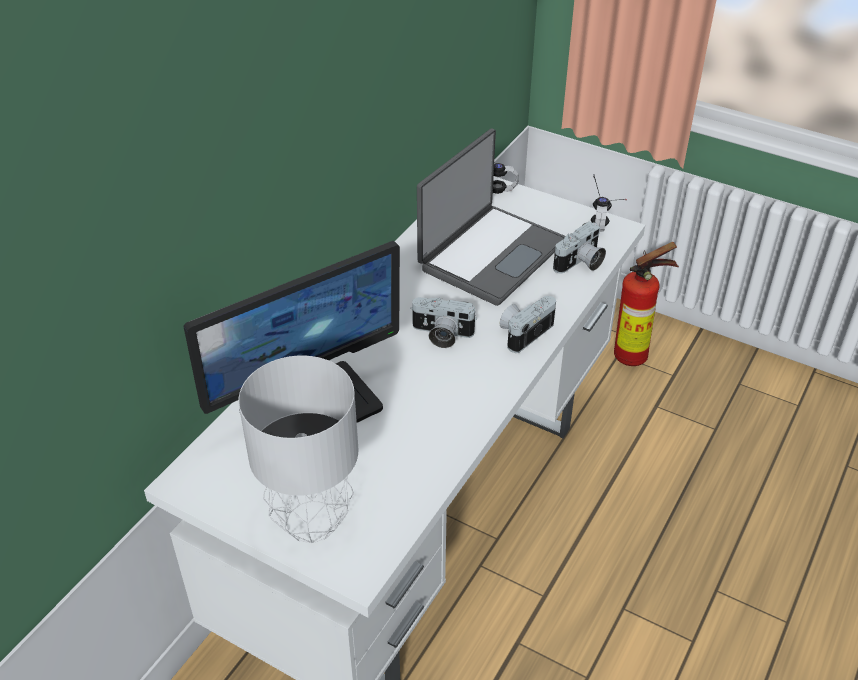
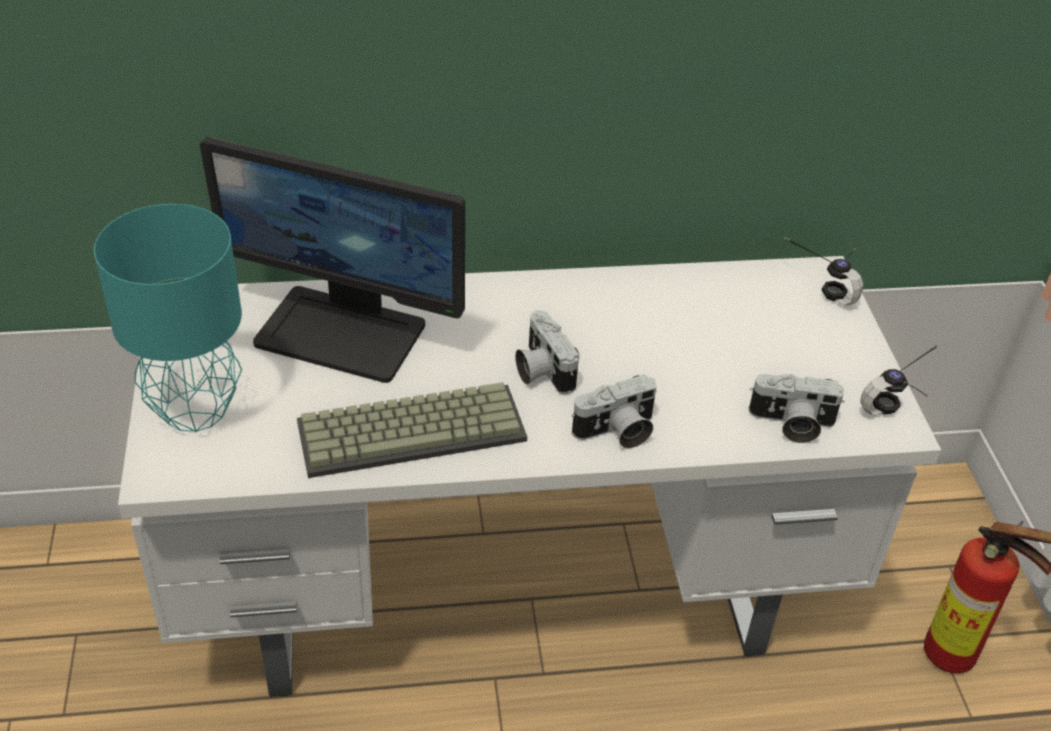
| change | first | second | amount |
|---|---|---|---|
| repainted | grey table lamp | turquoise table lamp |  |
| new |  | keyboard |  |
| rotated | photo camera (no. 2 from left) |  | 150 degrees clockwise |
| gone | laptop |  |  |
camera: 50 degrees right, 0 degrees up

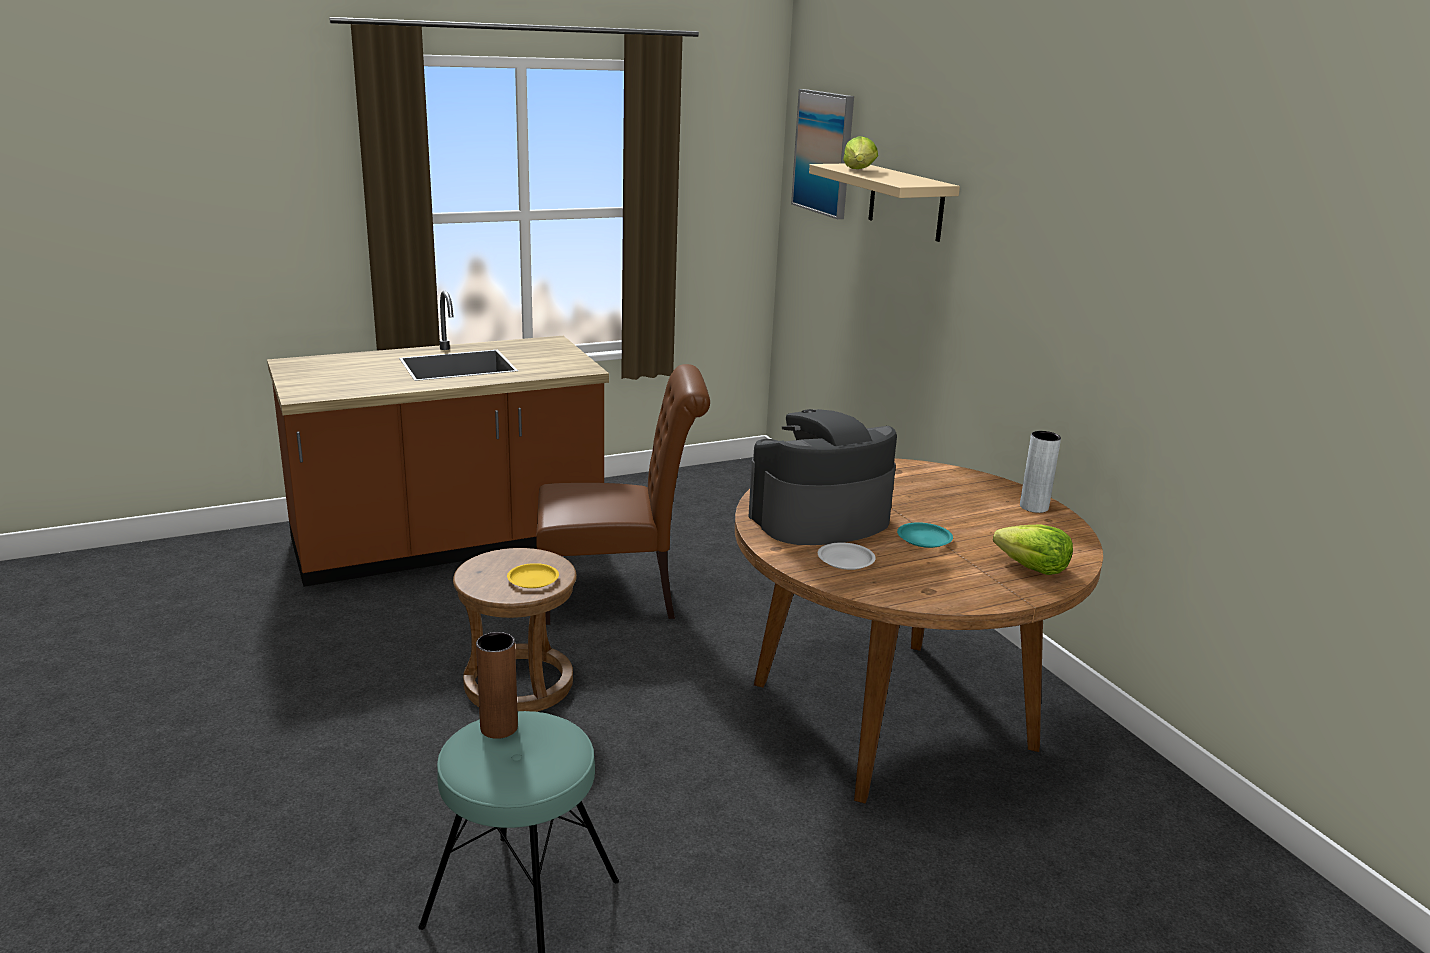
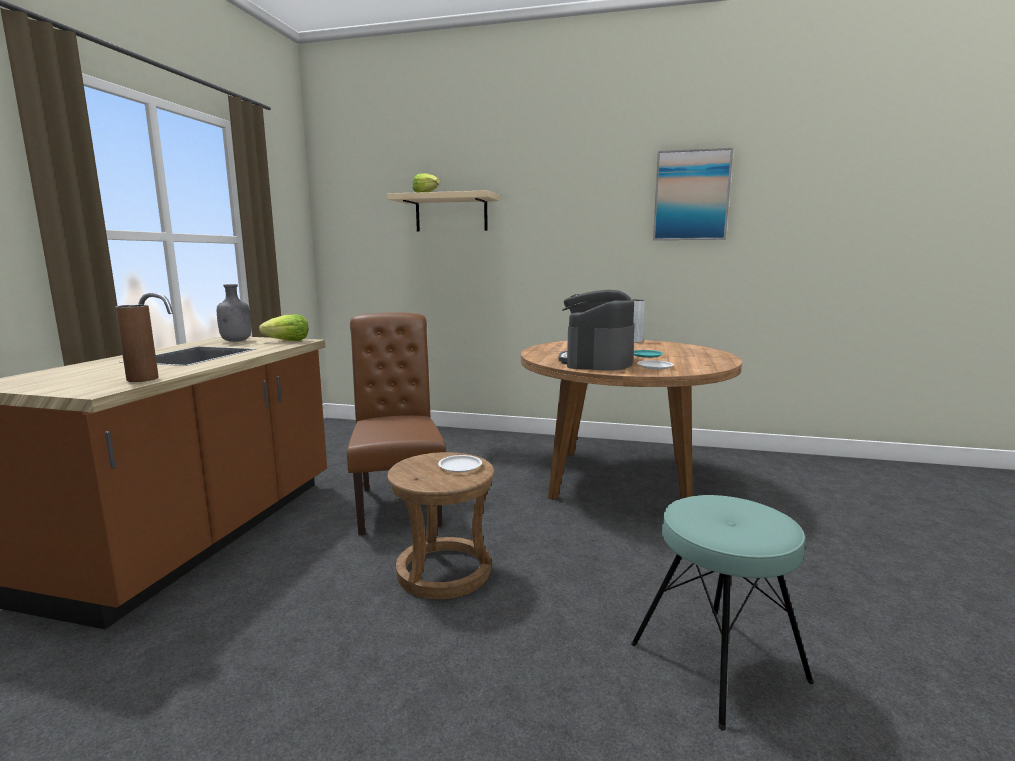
| change | first | second | amount |
|---|---|---|---|
| shifted | brown vase |  |  |
| new |  | grey bottle |  |
| shifted | lettuce (no. 2 from left in the first image) | lettuce (no. 1 from left) |  |
| rotated | brown chair |  | 45 degrees counterclockwise |
| repainted | yellow plate | white plate (no. 1 from left) |  |
| shifted | picture |  |  |
camera: 50 degrees left, 10 degrees down

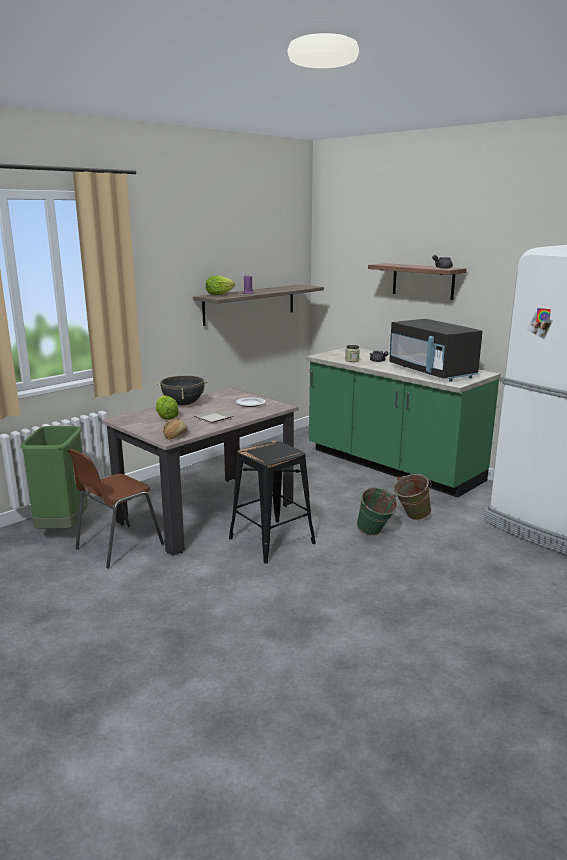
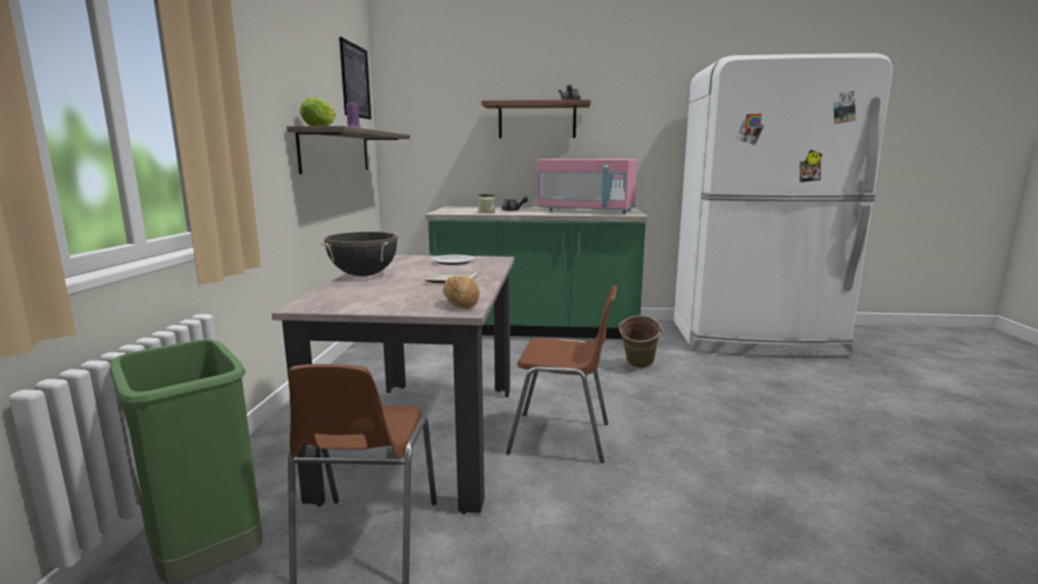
| change | first | second | amount |
|---|---|---|---|
| new |  | picture |  |
| swapped | black stool | brown chair (no. 2 from left) |  |
| repainted | black microwave | pink microwave |  |
| gone | lettuce (no. 1 from left) |  |  |
| gone | green bucket (no. 1 from left) |  |  |
camera: 40 degrees left, 5 degrees down

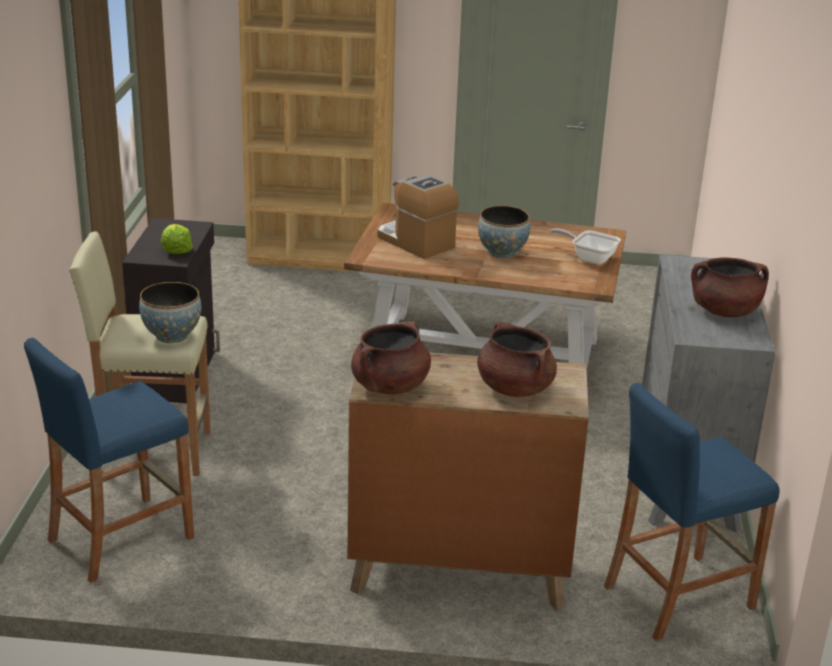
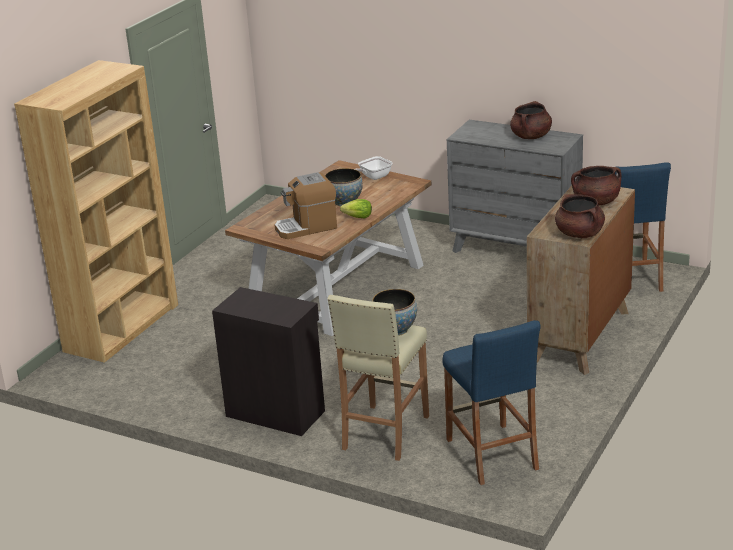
| change | first | second | amount |
|---|---|---|---|
| shifted | lettuce |  |  |
camera: 65 degrees left, 0 degrees up

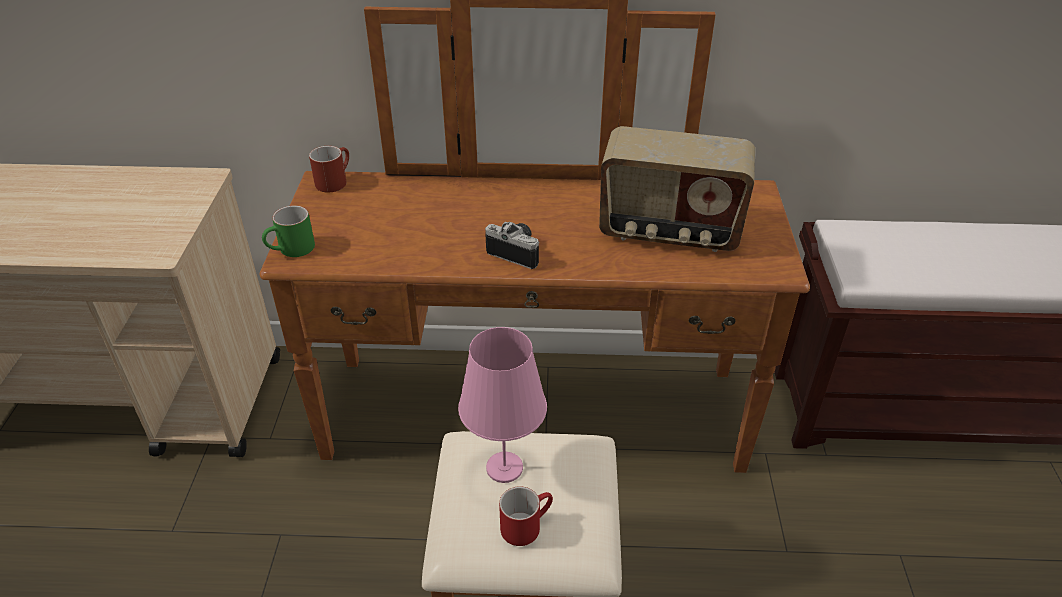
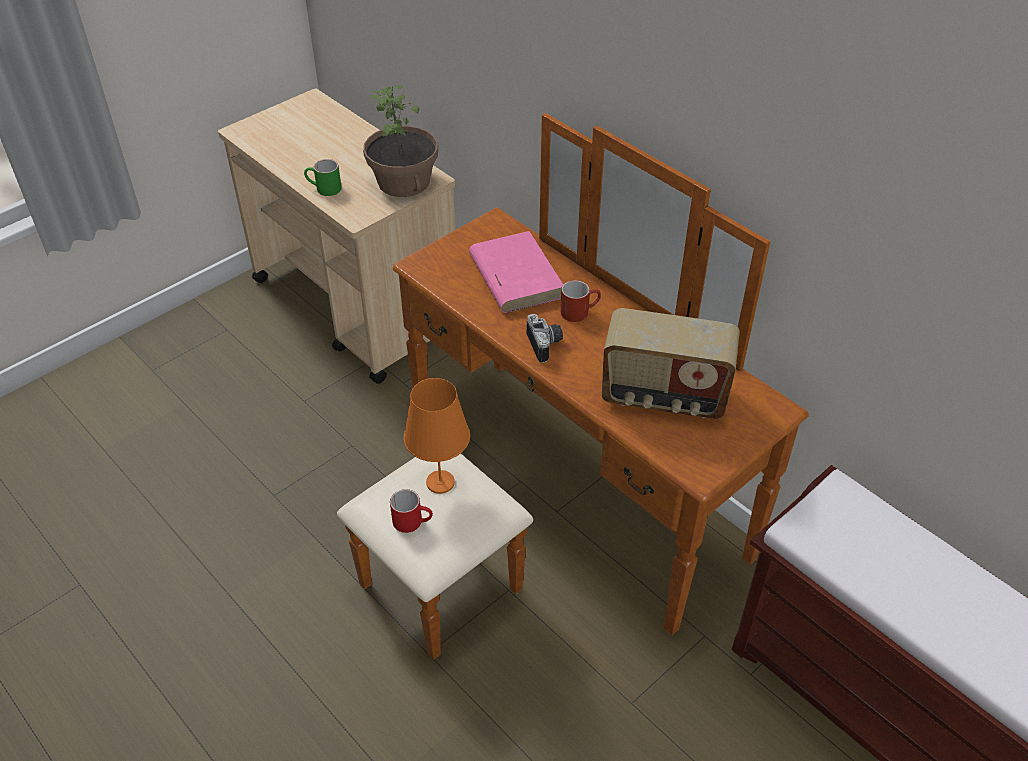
| change | first | second | amount |
|---|---|---|---|
| shifted | green mug |  |  |
| new |  | potted plant |  |
| repainted | pink table lamp | orange table lamp |  |
| new |  | pink book |  |
| shifted | red mug (no. 1 from left in the first image) | red mug (no. 2 from left) |  |
| rotated | radio |  | 45 degrees counterclockwise |
camera: 45 degrees right, 5 degrees up

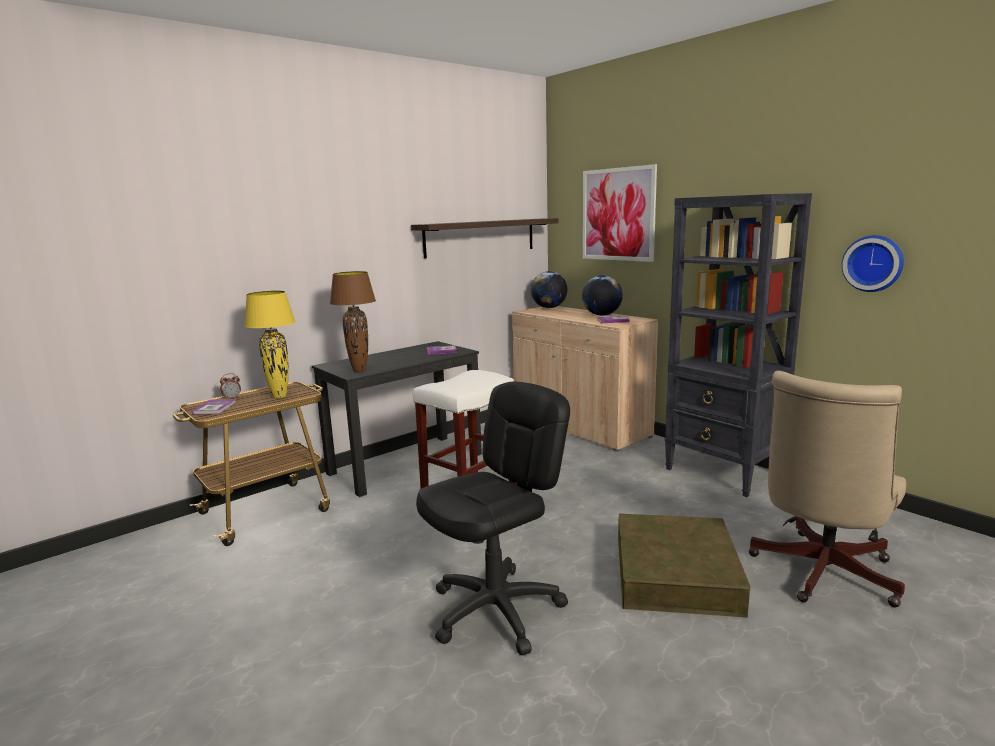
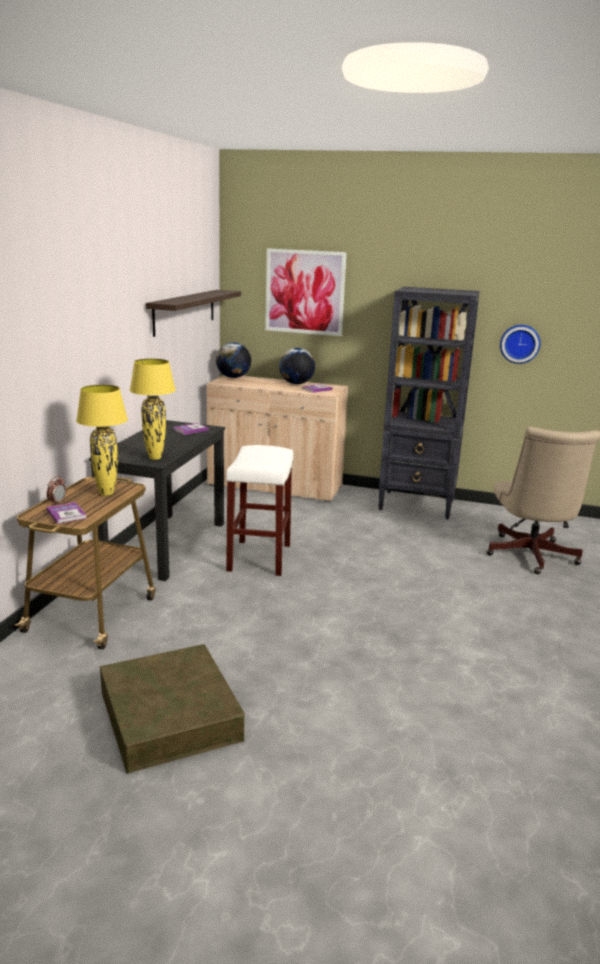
| change | first | second | amount |
|---|---|---|---|
| shifted | brown storage box |  |  |
| repainted | brown table lamp | yellow table lamp (no. 2 from left) |  |
| gone | black office chair |  |  |
camera: 35 degrees left, 5 degrees up

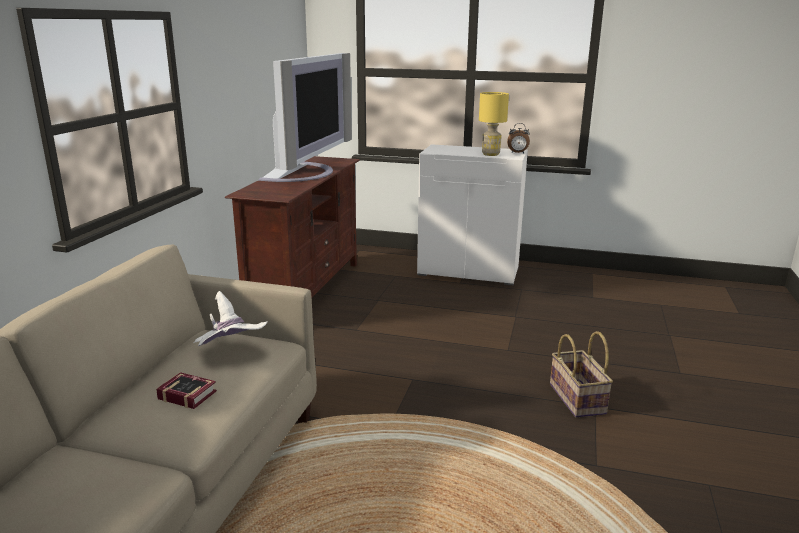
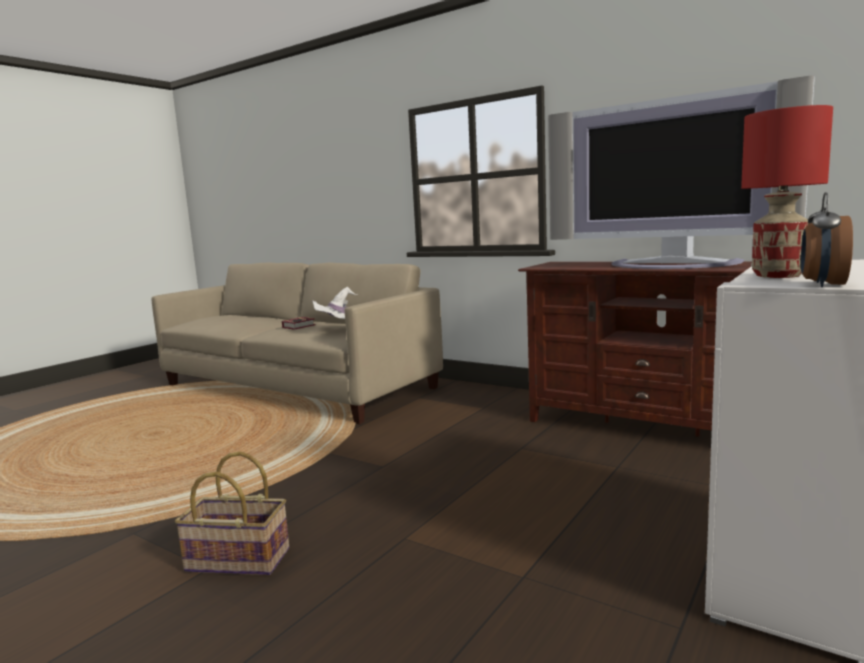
| change | first | second | amount |
|---|---|---|---|
| repainted | yellow table lamp | red table lamp |  |
camera: 110 degrees right, 10 degrees down

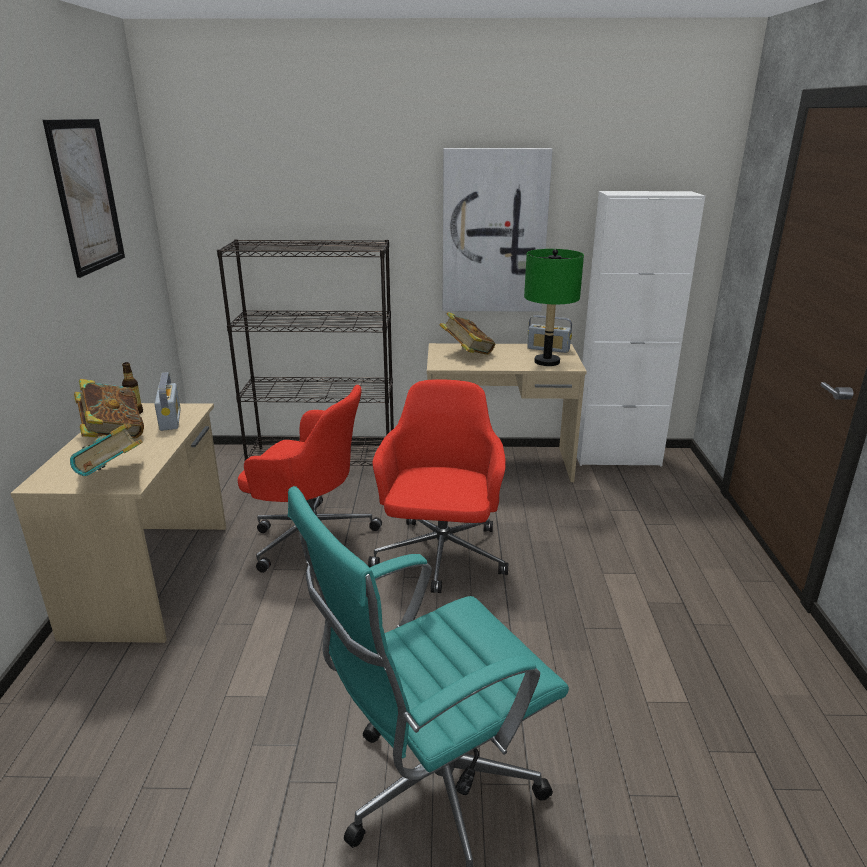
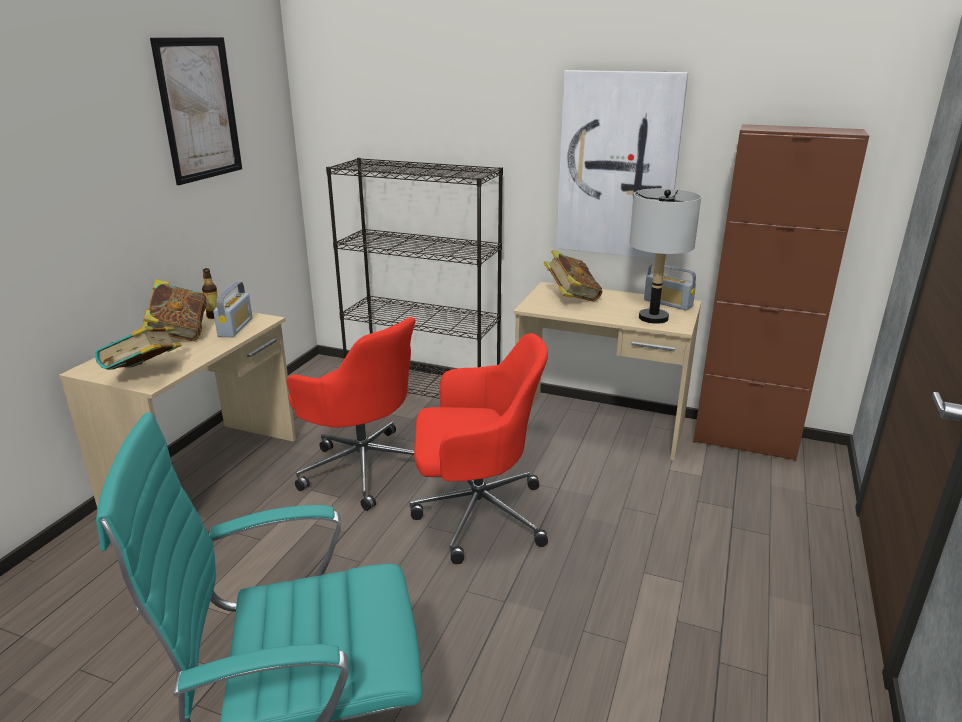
| change | first | second | amount |
|---|---|---|---|
| rotated | red office chair (no. 2 from left) |  | 60 degrees clockwise |
| repainted | green table lamp | grey table lamp |  |
| repainted | white cabinet | brown cabinet |  |
camera: 20 degrees right, 0 degrees up

